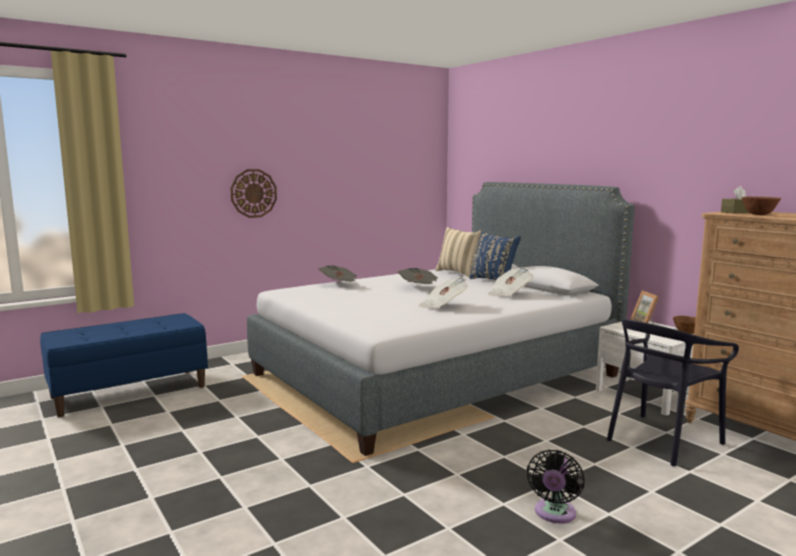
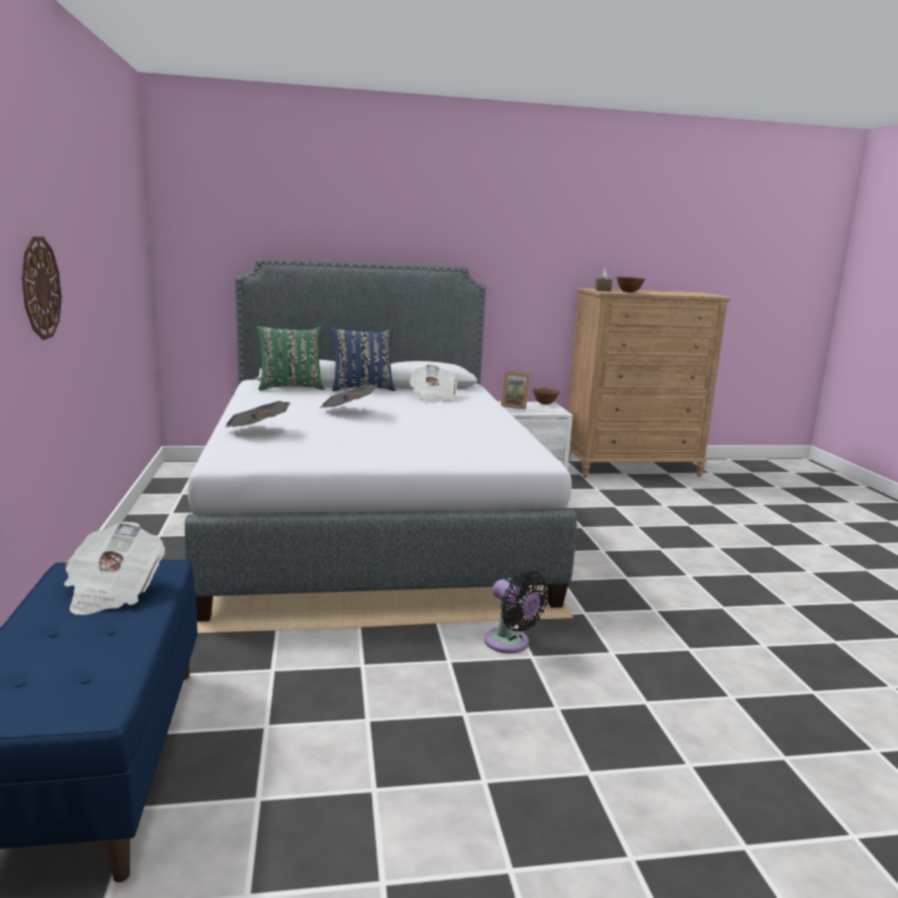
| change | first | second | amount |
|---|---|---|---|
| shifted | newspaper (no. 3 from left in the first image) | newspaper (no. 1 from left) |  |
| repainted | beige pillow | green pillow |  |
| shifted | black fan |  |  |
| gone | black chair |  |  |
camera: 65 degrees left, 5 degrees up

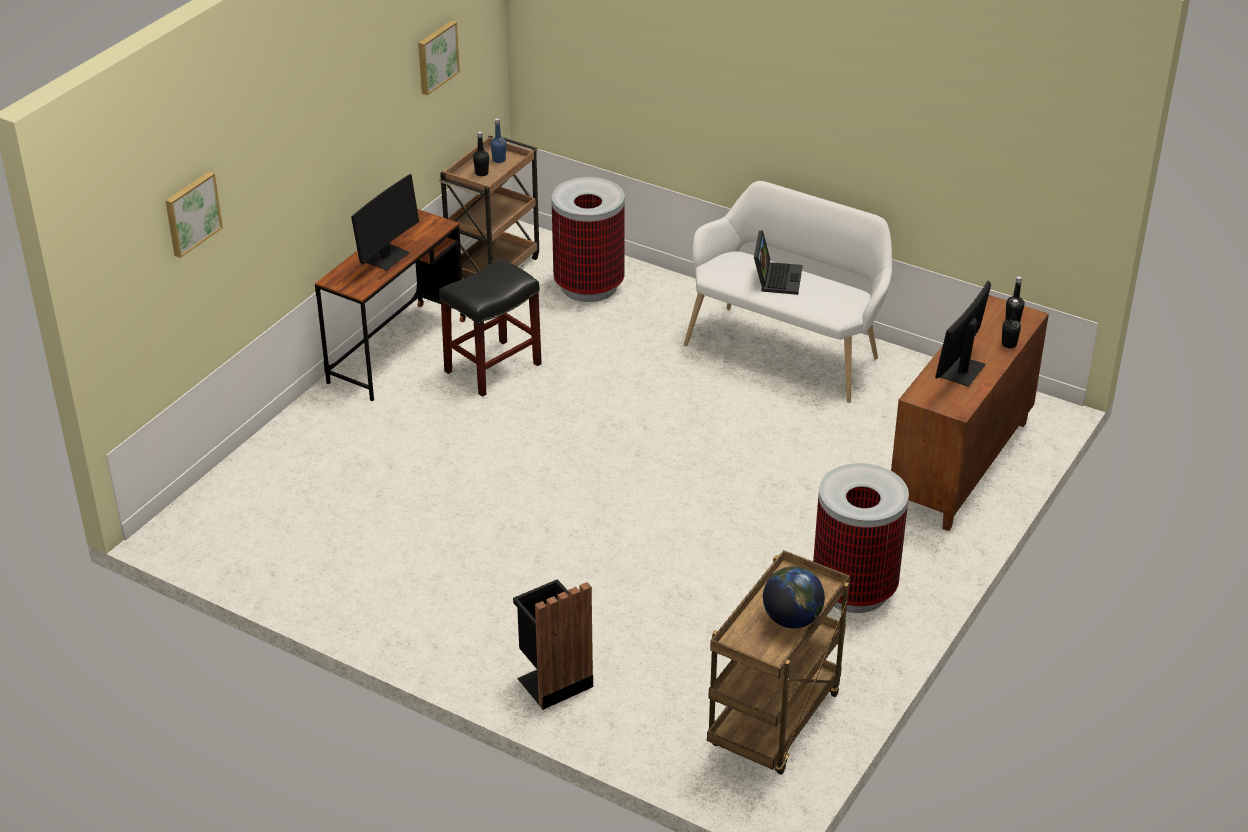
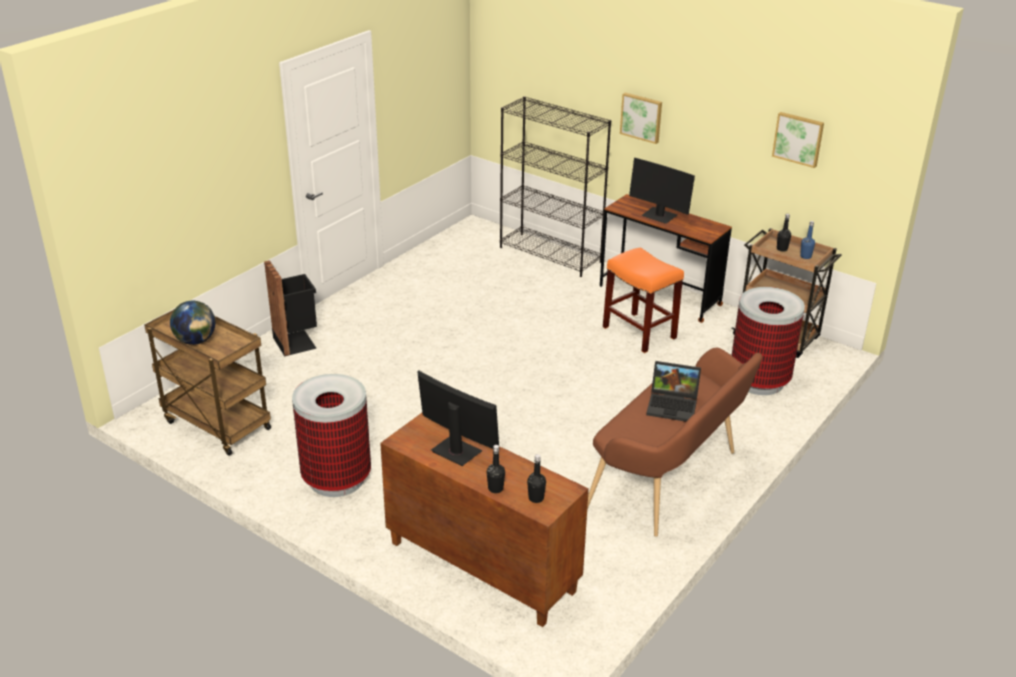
| change | first | second | amount |
|---|---|---|---|
| new |  | black bookcase |  |
| repainted | white bench | brown bench |  |
| repainted | black stool | orange stool |  |
| shifted | picture (no. 1 from left) |  |  |
camera: 95 degrees right, 5 degrees down

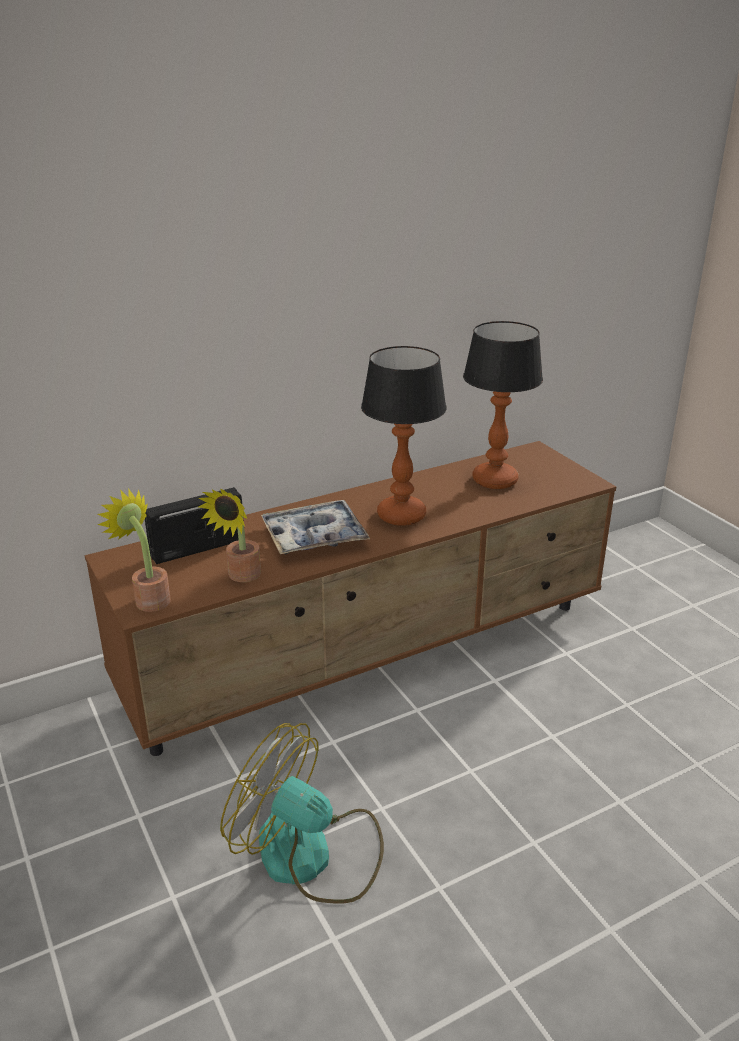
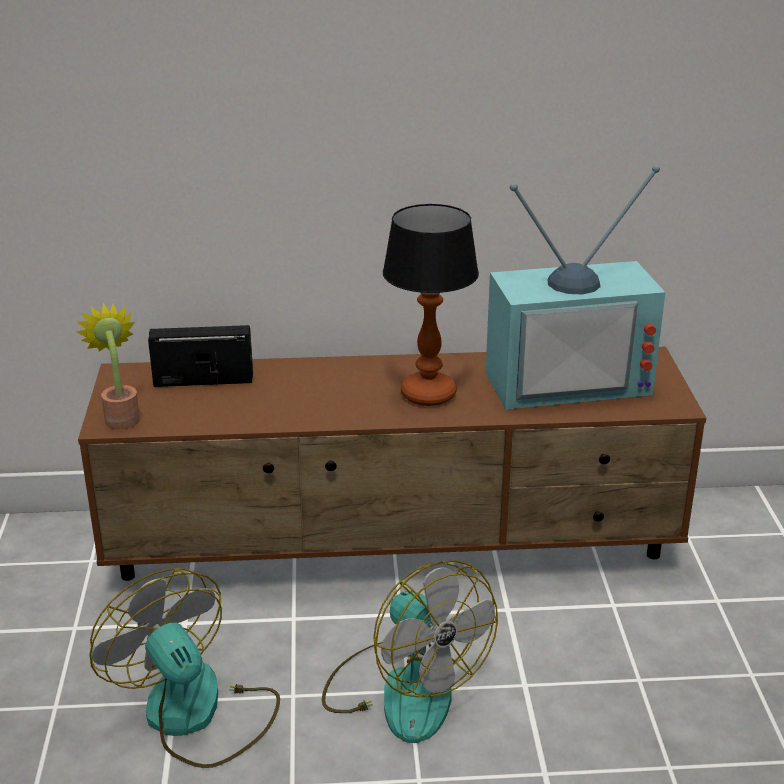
| change | first | second | amount |
|---|---|---|---|
| new |  | fan (no. 2 from left) |  |
| swapped | table lamp (no. 2 from left) | television |  |
| gone | potted plant (no. 2 from left) |  |  |
| gone | tray |  |  |
camera: 25 degrees right, 0 degrees up

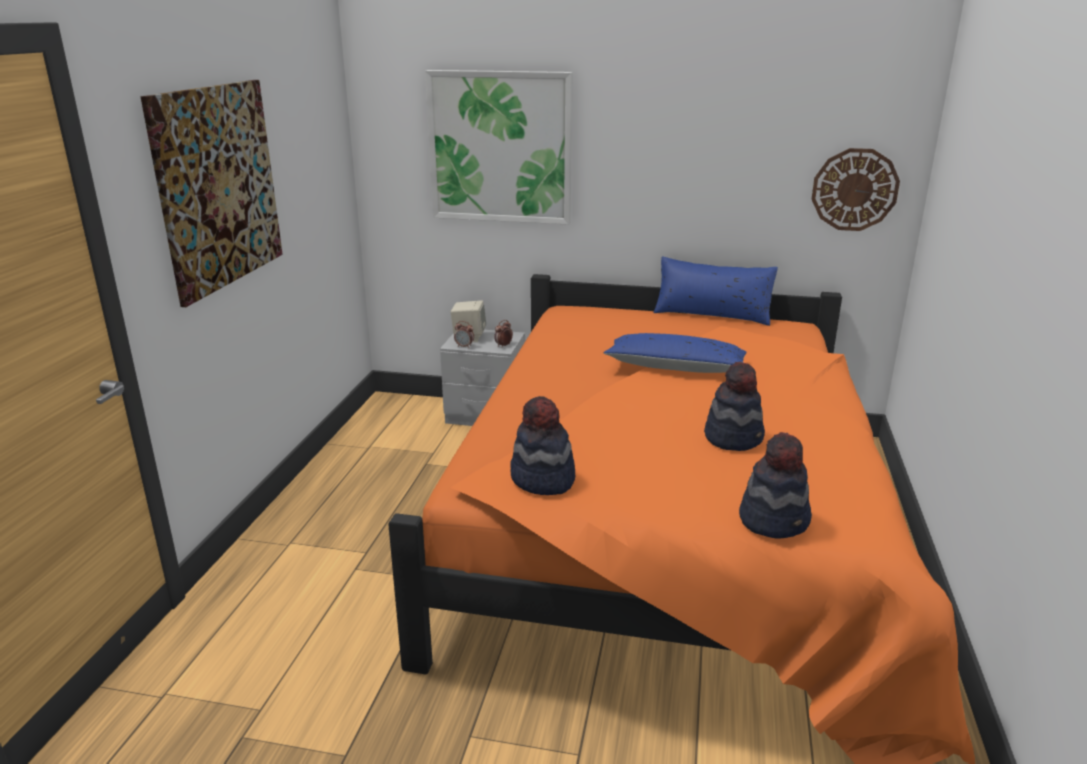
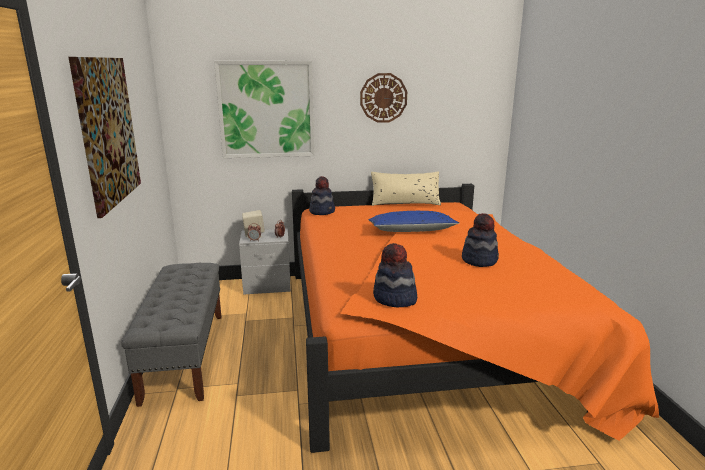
| change | first | second | amount |
|---|---|---|---|
| new |  | grey bench |  |
| shifted | hat (no. 3 from left in the first image) | hat (no. 1 from left) |  |
| shifted | wall clock |  |  |
| repainted | blue pillow (no. 2 from left) | beige pillow |  |
camera: 20 degrees left, 5 degrees down

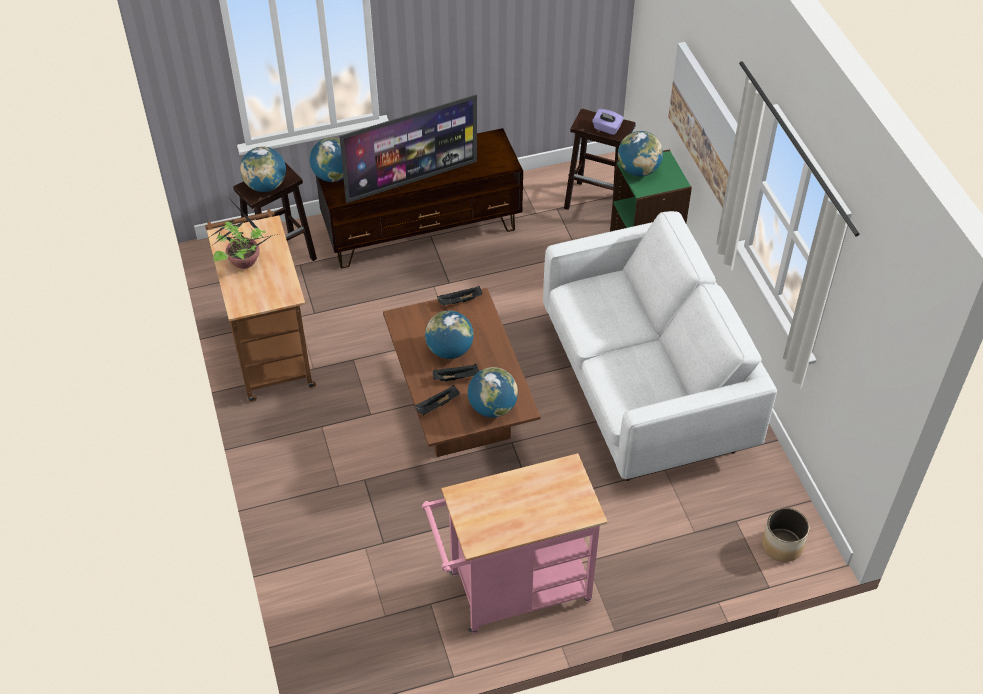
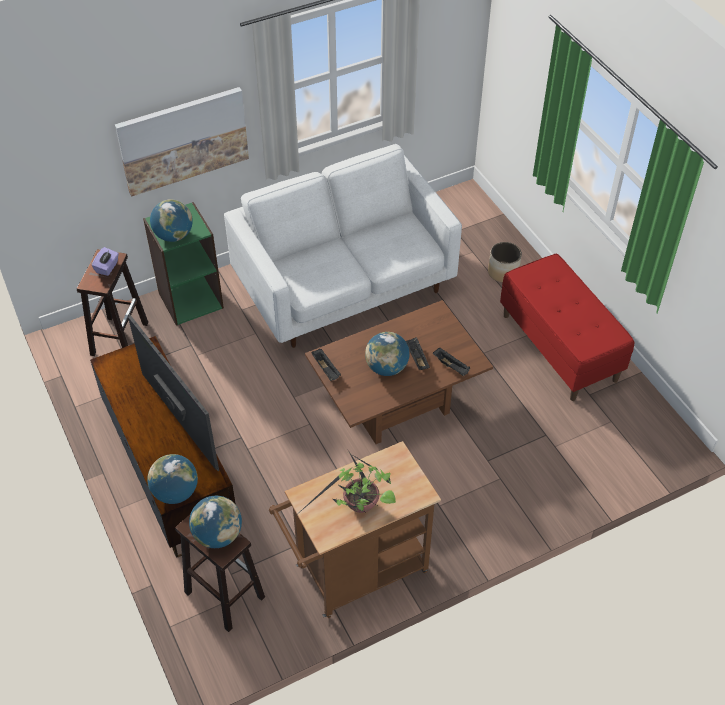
| change | first | second | amount |
|---|---|---|---|
| shifted | planter |  |  |
| swapped | pink cart | red bench |  |
| gone | globe (no. 4 from left) |  |  |
camera: 100 degrees left, 0 degrees up

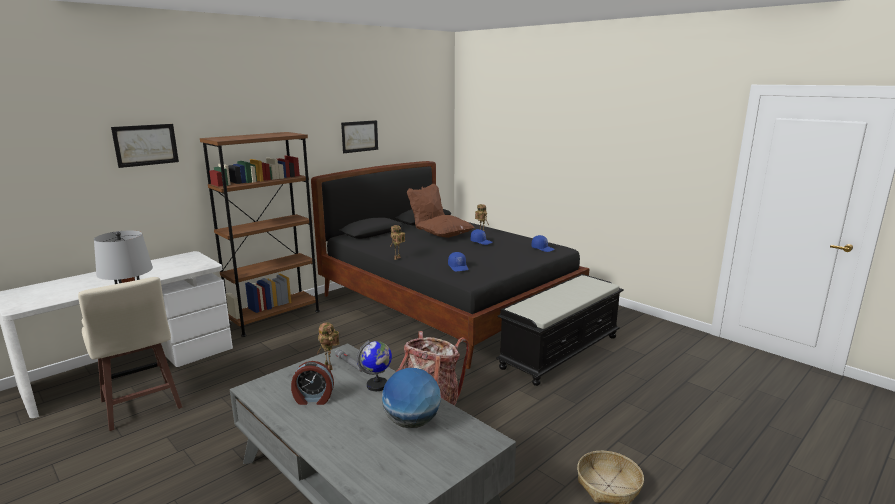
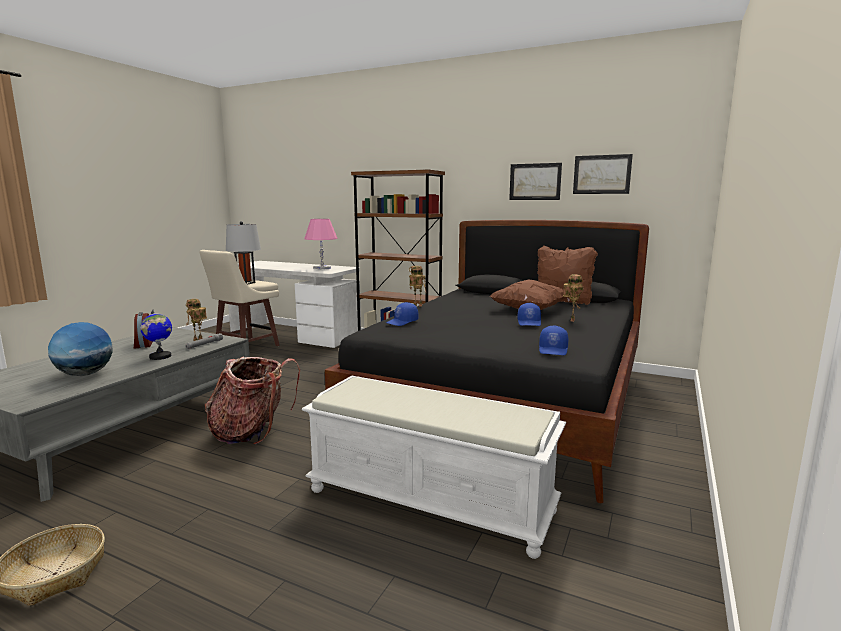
| change | first | second | amount |
|---|---|---|---|
| repainted | black bench | white bench |  |
| new |  | pink table lamp |  |
| shifted | picture (no. 1 from left in the first image) | picture (no. 2 from left) |  |
camera: 70 degrees right, 5 degrees down

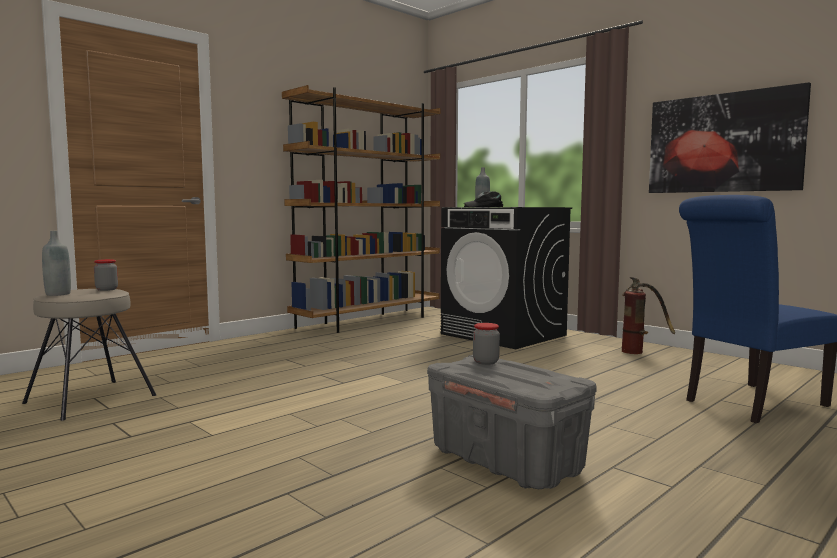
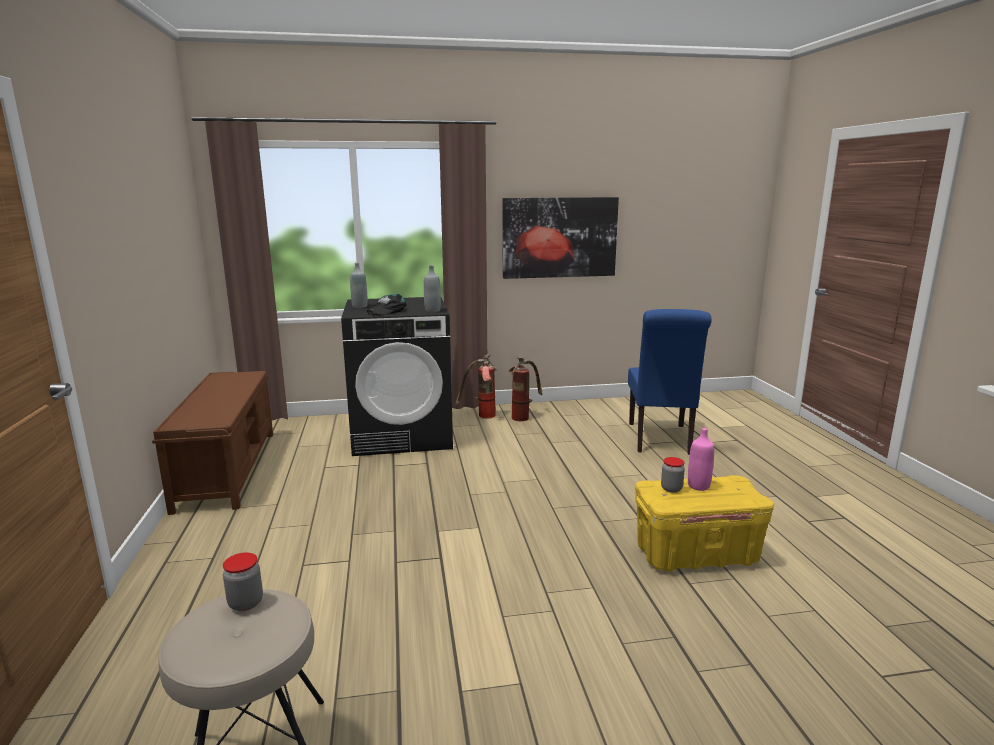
| change | first | second | amount |
|---|---|---|---|
| swapped | brown bookcase | brown bench |  |
| shifted | grey bottle (no. 1 from left in the first image) | grey bottle (no. 2 from left) |  |
| new |  | fire extinguisher (no. 1 from left) |  |
| repainted | grey storage box | yellow storage box |  |
| new |  | pink bottle |  |
camera: 55 degrees left, 10 degrees up

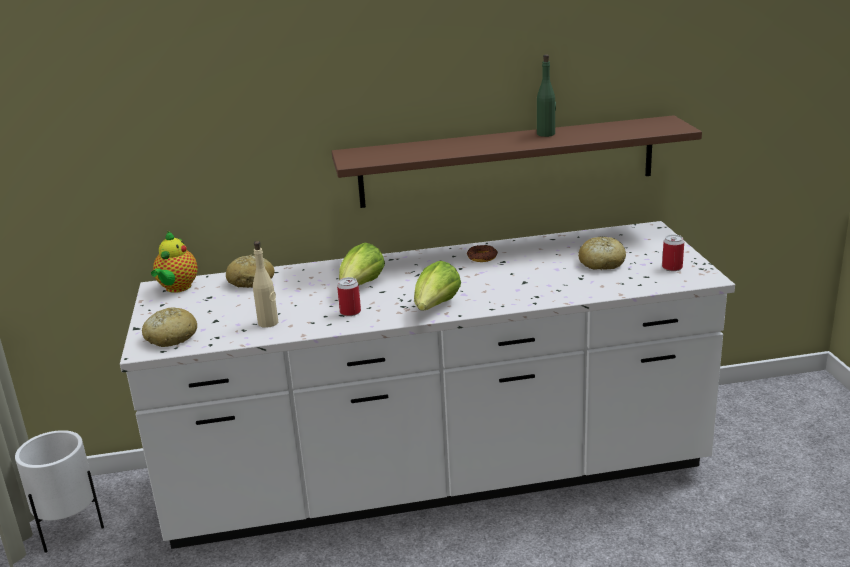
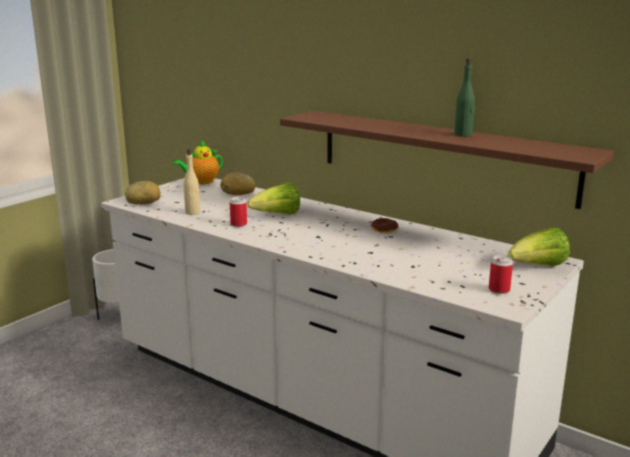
| change | first | second | amount |
|---|---|---|---|
| shifted | lettuce (no. 2 from left) |  |  |
| gone | bread (no. 3 from left) |  |  |
camera: 45 degrees right, 5 degrees down

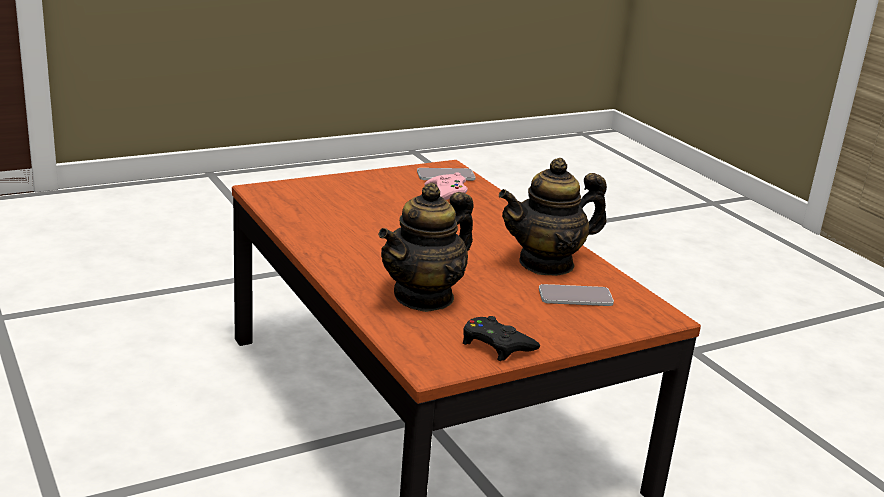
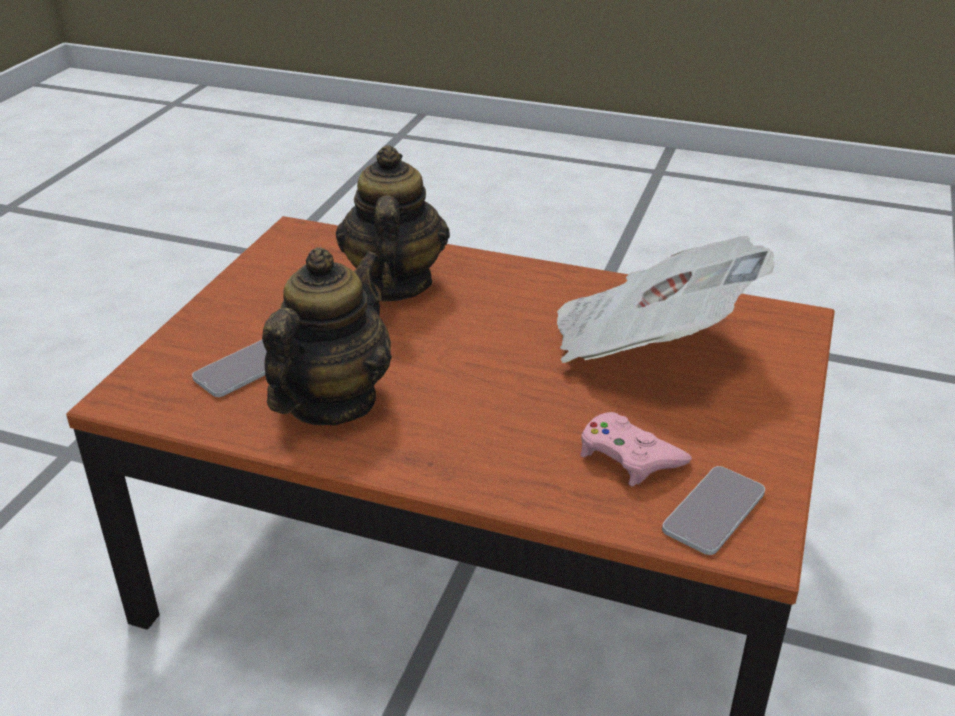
| change | first | second | amount |
|---|---|---|---|
| new |  | newspaper |  |
| gone | black game controller |  |  |
camera: 140 degrees right, 10 degrees up

